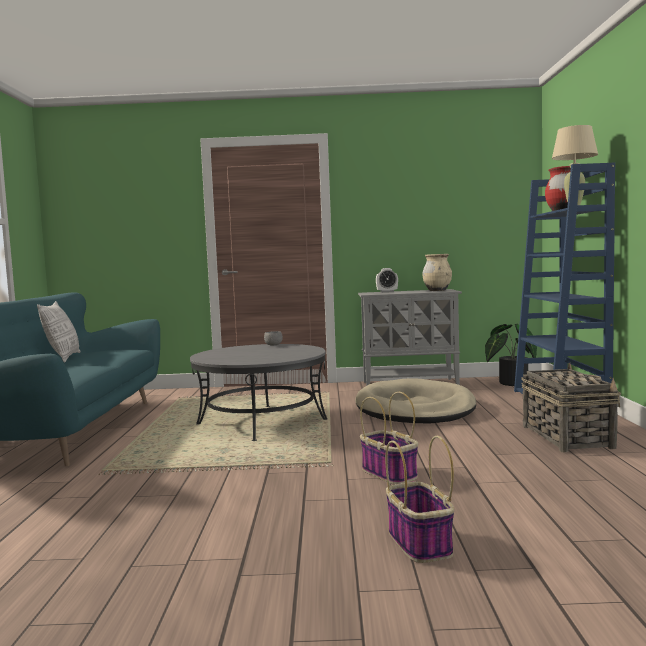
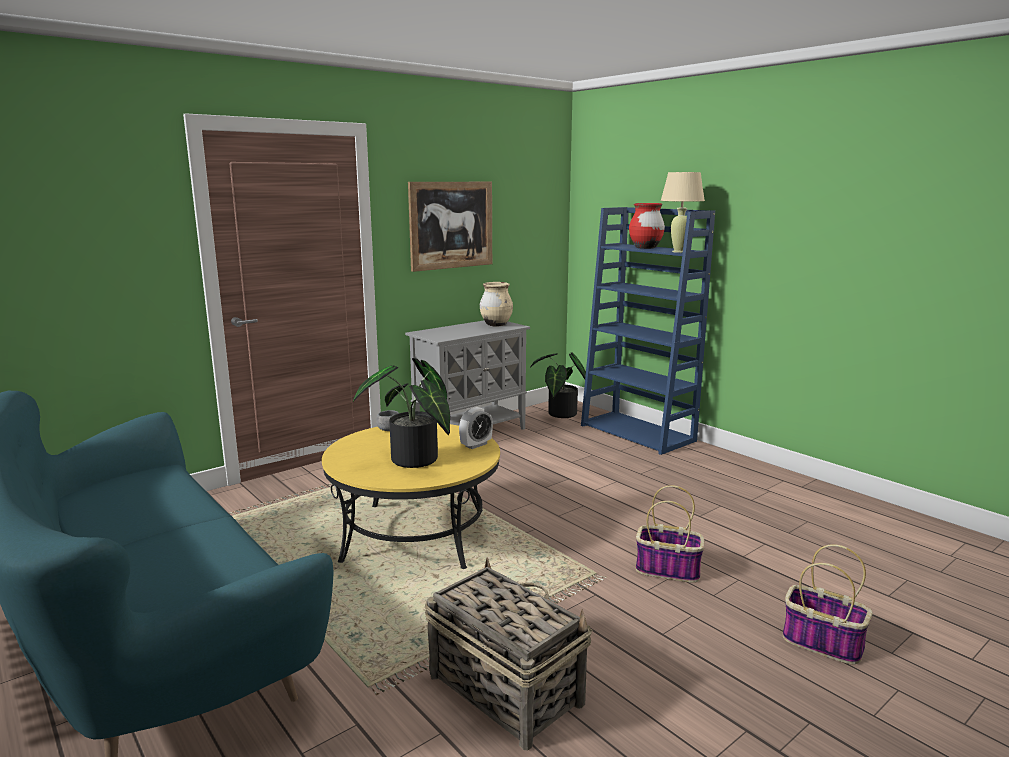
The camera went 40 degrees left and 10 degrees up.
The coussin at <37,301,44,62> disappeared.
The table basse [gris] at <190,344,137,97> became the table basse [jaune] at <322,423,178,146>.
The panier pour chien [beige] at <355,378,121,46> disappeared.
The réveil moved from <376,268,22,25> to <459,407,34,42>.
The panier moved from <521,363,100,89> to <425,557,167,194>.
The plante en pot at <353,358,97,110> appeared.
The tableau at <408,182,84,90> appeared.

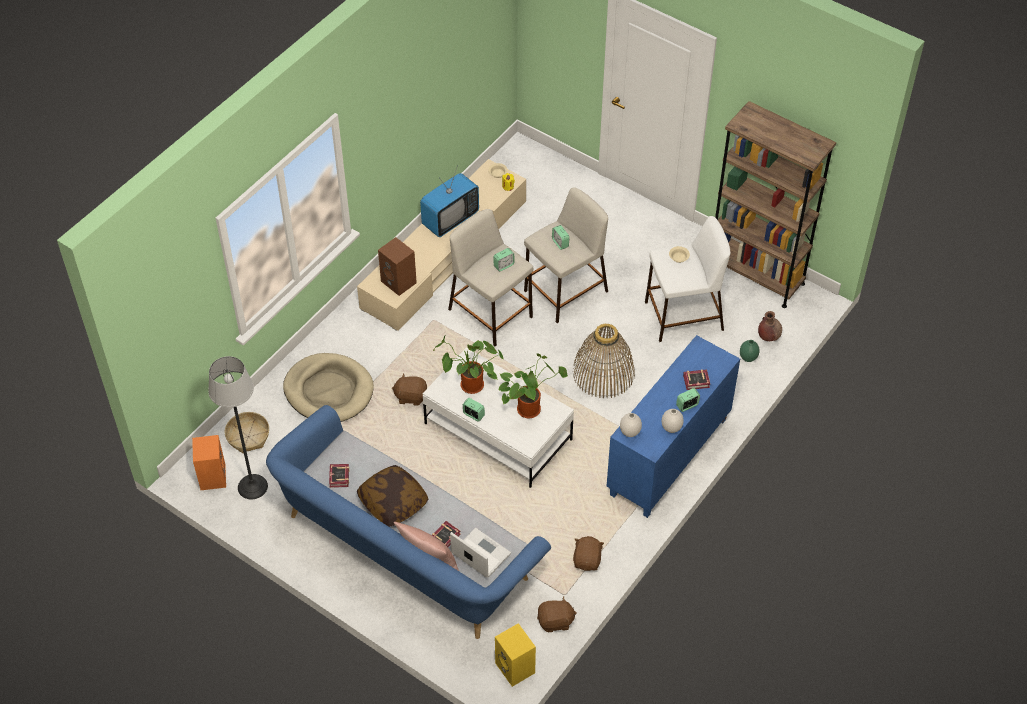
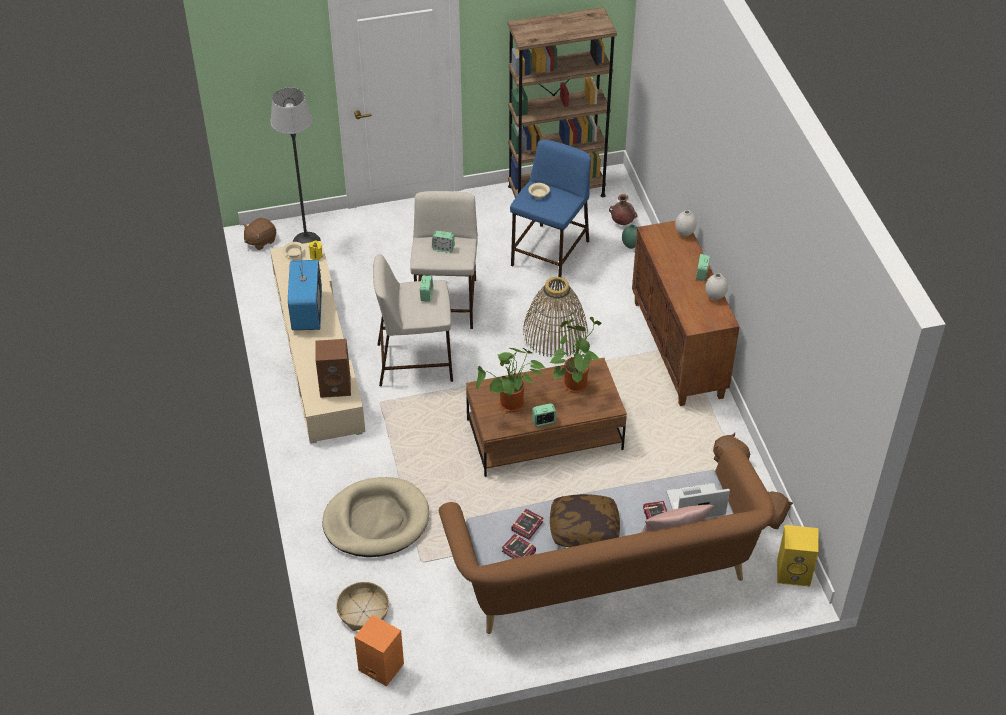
The camera went 50 degrees left and 5 degrees down.
The lampadaire moved from <208,356,60,143> to <270,87,51,157>.
The canapé [bleu] at <266,405,285,234> became the canapé [marron] at <439,446,335,188>.
The peluche [marron] moved from <392,373,35,33> to <243,218,33,32>.
The table basse [blanc] at <423,348,151,140> became the table basse [marron] at <466,358,161,119>.
The meuble de rangement [bleu] at <607,335,133,183> became the meuble de rangement [marron] at <632,221,107,185>.
The vase [blanc] moved from <620,413,22,24> to <675,210,22,27>.
The tabouret [blanc] at <645,216,85,126> became the tabouret [bleu] at <510,139,81,144>.
The livre moved from <683,369,27,21> to <511,509,33,31>.

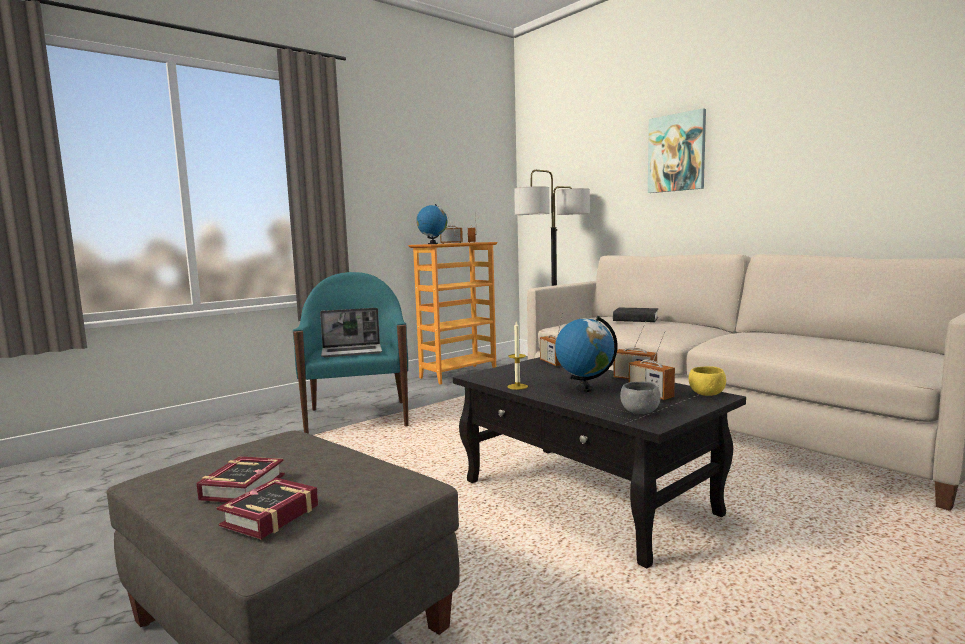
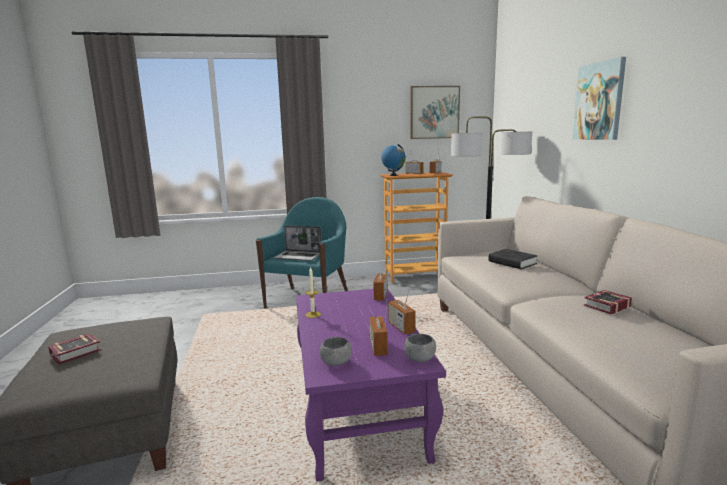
The camera went 30 degrees right and 5 degrees up.
The livre moved from <217,478,101,61> to <584,290,48,24>.
The table basse [noir] at <453,357,293,211> became the table basse [violet] at <296,288,150,194>.
The globe at <555,316,62,76> disappeared.
The bol [jaune] at <689,366,37,30> became the bol [gris] at <404,334,32,28>.
The tableau at <410,86,50,53> appeared.

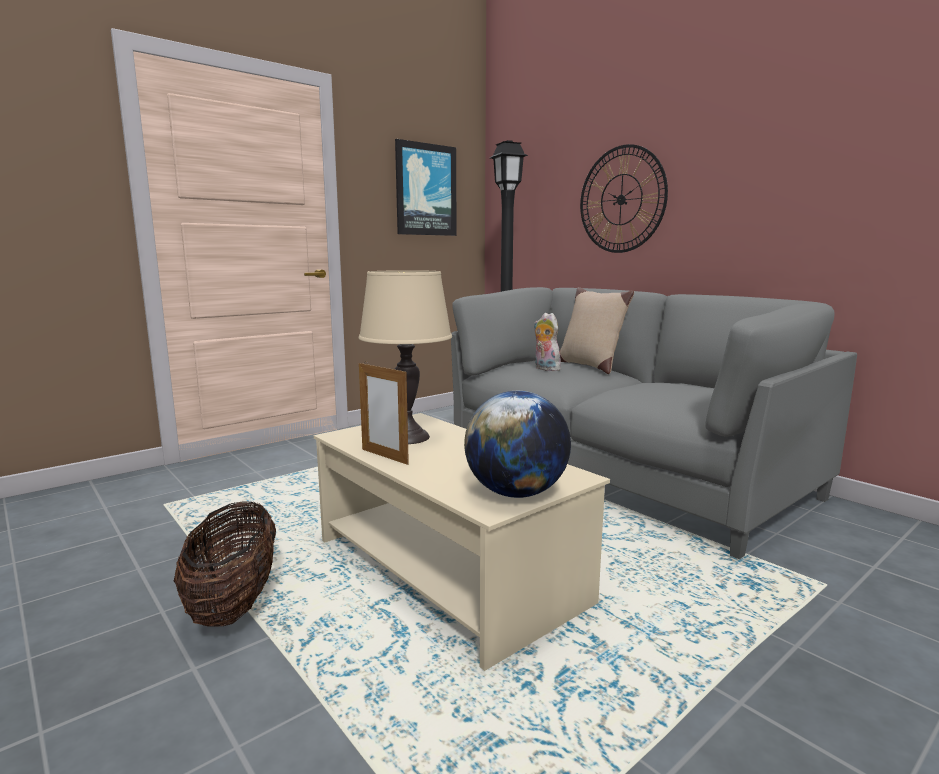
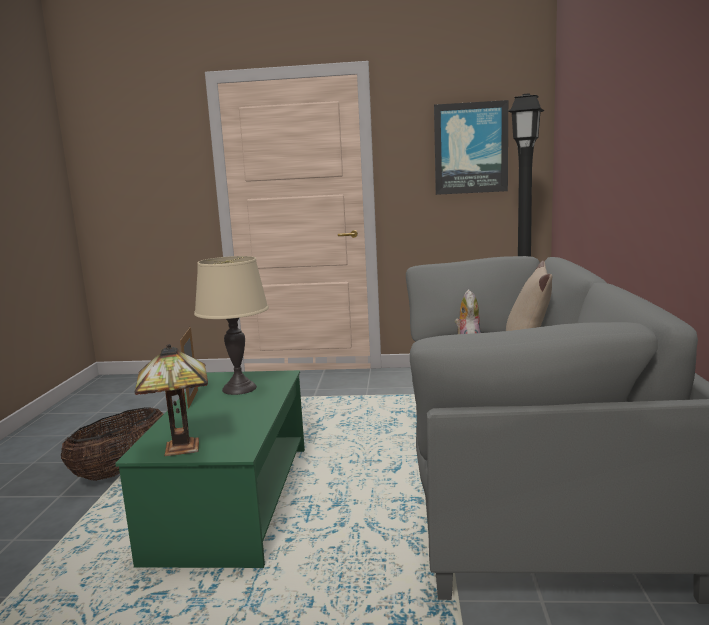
The camera went 45 degrees right and 0 degrees up.
The table basse [beige] at <314,413,296,258> became the table basse [vert] at <115,370,190,198>.
The globe at <464,391,107,107> was replaced by the lampe de table at <135,344,73,112>.
The horloge murale at <580,144,88,109> disappeared.

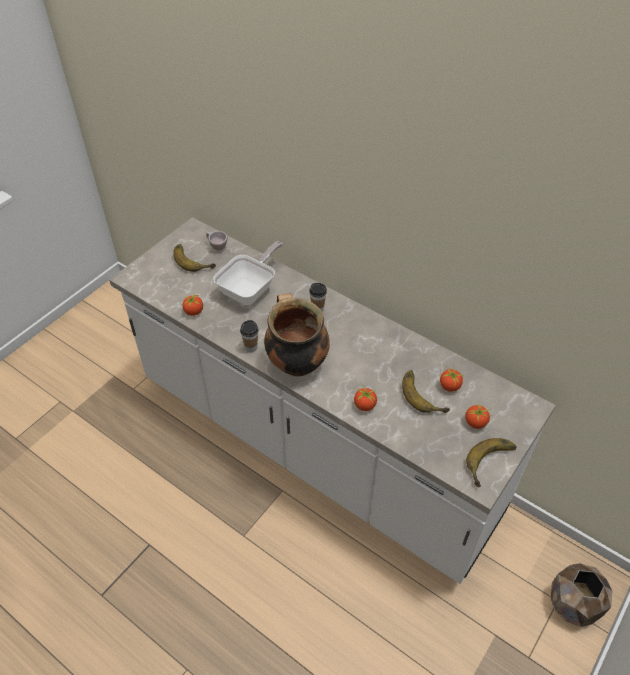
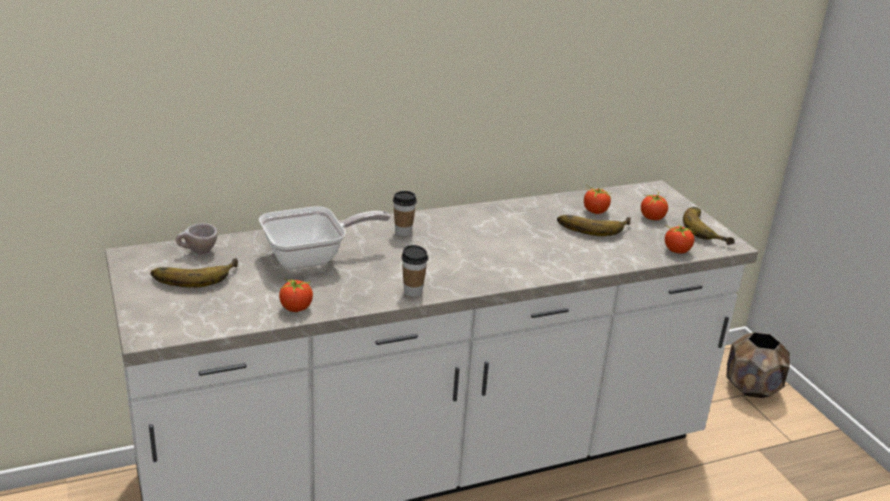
The camera went 60 degrees left and 20 degrees down.
The poêle at <213,241,70,64> turned 90 degrees clockwise.
The marmite at <264,293,66,84> disappeared.
The tomate moved from <354,384,23,27> to <665,224,31,30>.

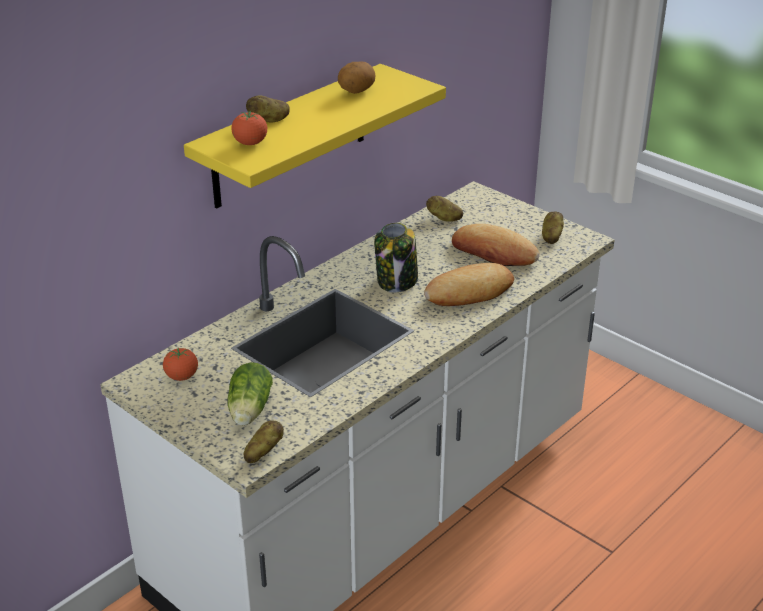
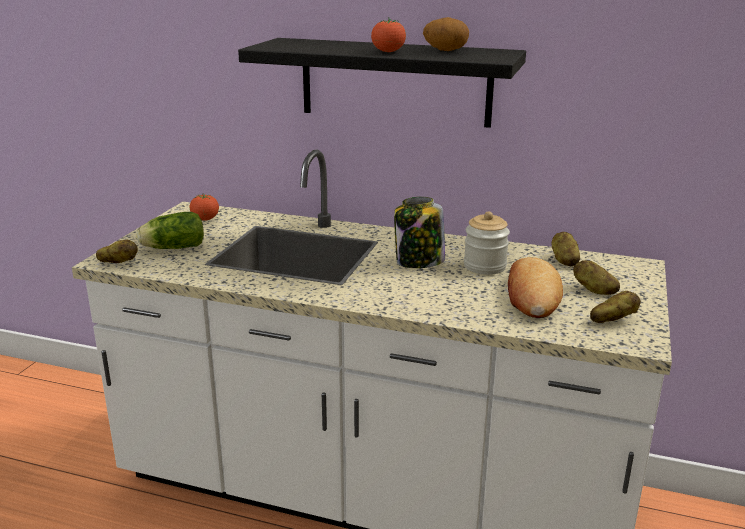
The camera went 65 degrees right and 10 degrees down.
The étagère [jaune] at <184,64,262,145> became the étagère [noir] at <238,38,288,90>.
The tomate moved from <231,111,36,34> to <371,19,35,33>.
The pomme de terre moved from <246,95,44,27> to <573,260,47,35>.
The pain at <424,263,90,43> disappeared.
The bocal at <464,211,46,64> appeared.

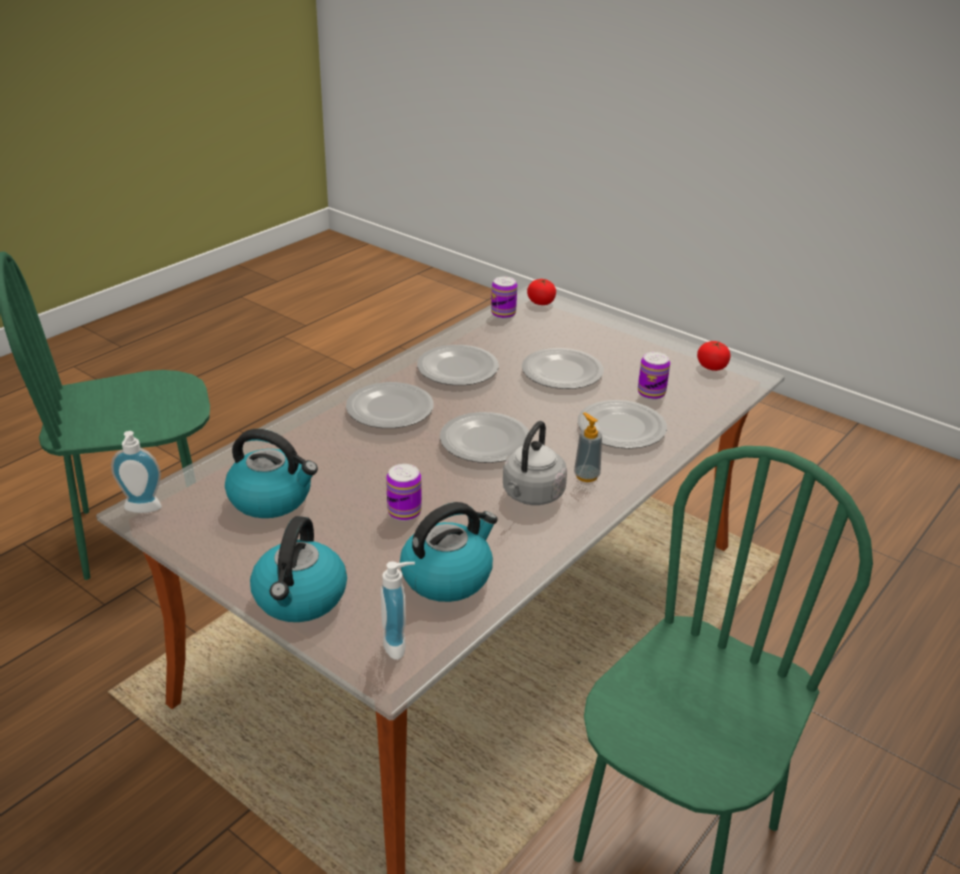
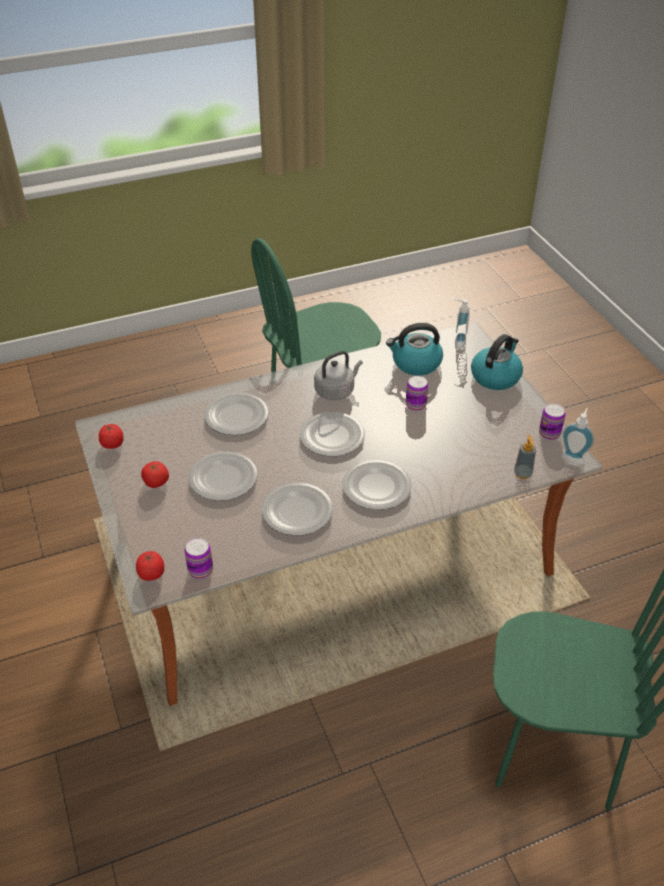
The camera went 150 degrees left and 10 degrees up.
The bouilloire at <225,429,93,89> disappeared.
The distributeur de savon moved from <574,412,28,70> to <514,435,22,44>.
The boîte métallique moved from <638,352,32,48> to <539,404,27,36>.
The tomate at <141,461,28,27> appeared.

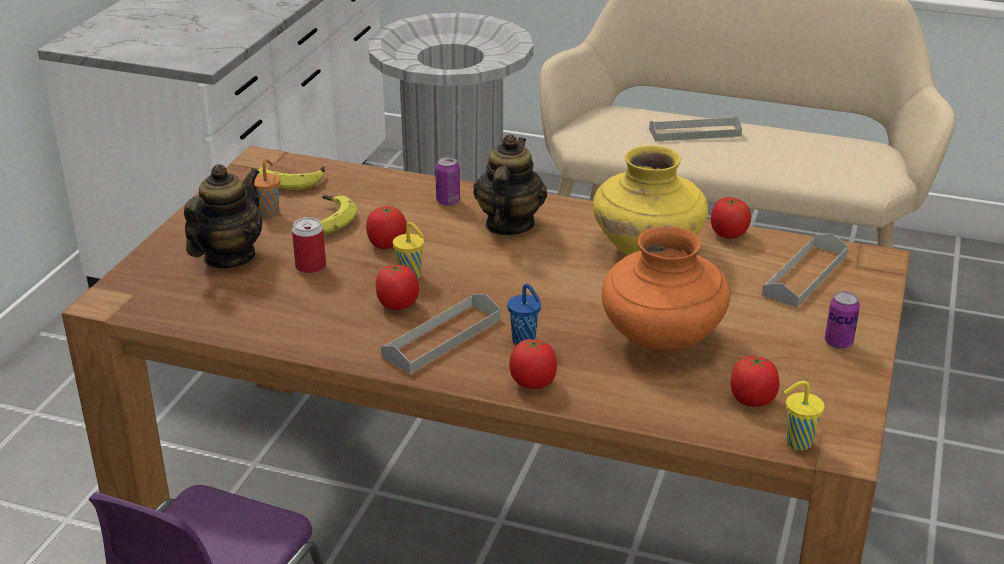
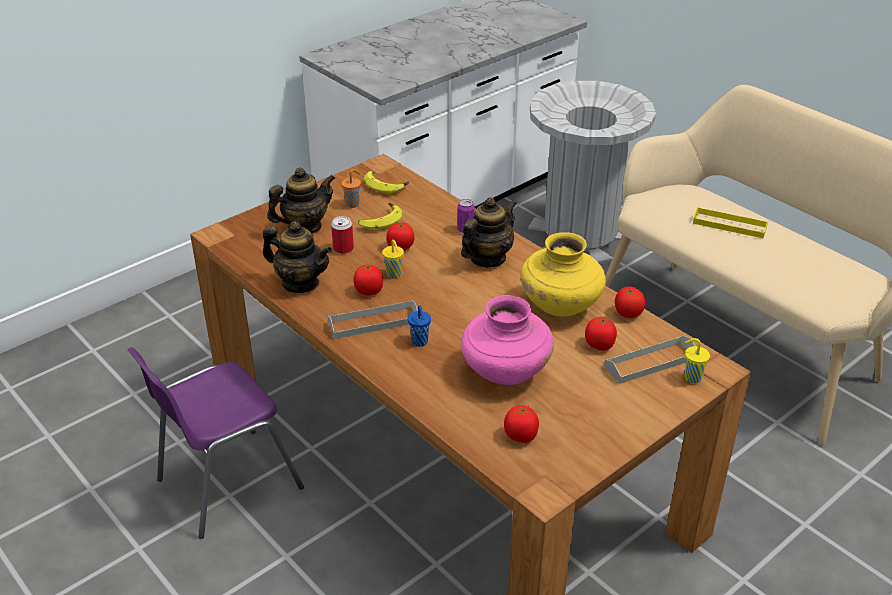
The camera went 30 degrees right and 5 degrees up.
The tomate moved from <509,337,48,52> to <585,317,32,34>.
The vase [orange] at <601,227,130,126> became the vase [rose] at <461,295,93,90>.
The plateau [gris] at <649,116,93,25> became the plateau [jaune] at <693,207,75,31>.
The tasse [jaune] moved from <784,381,41,69> to <685,338,25,46>.
The boîte métallique at <825,291,35,58> disappeared.
The théière at <263,221,69,72> appeared.

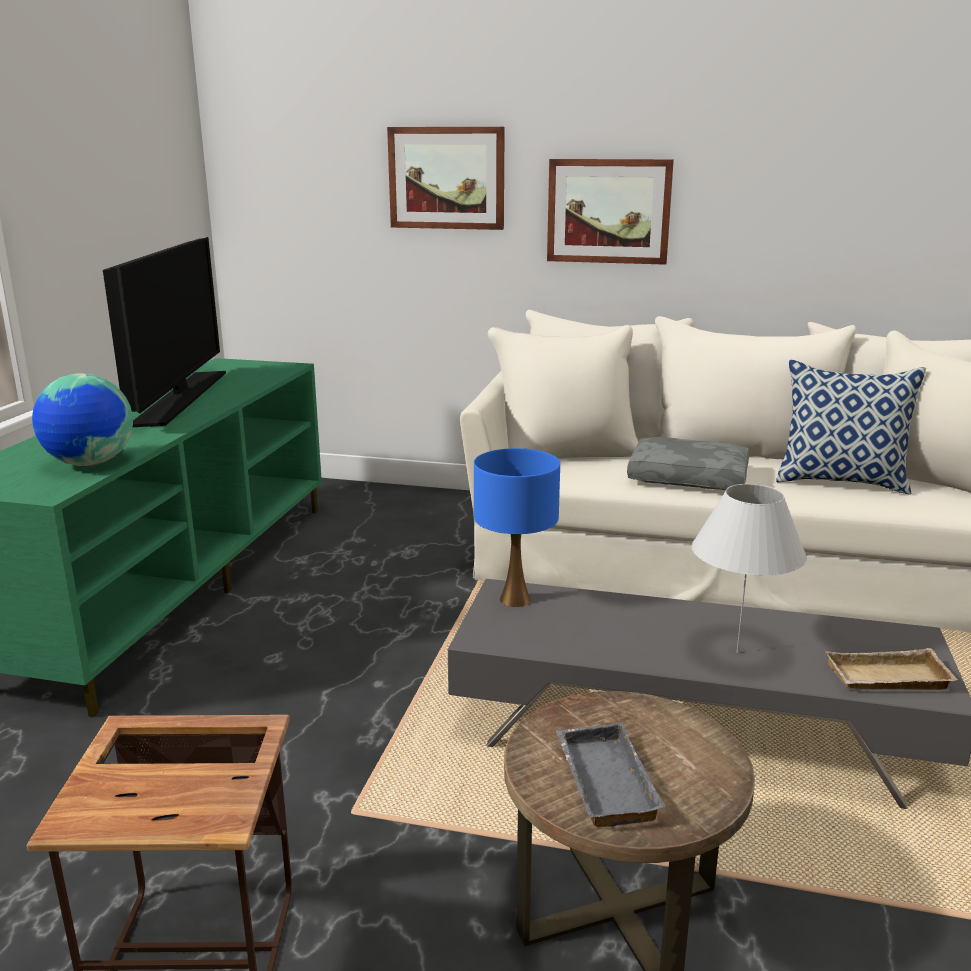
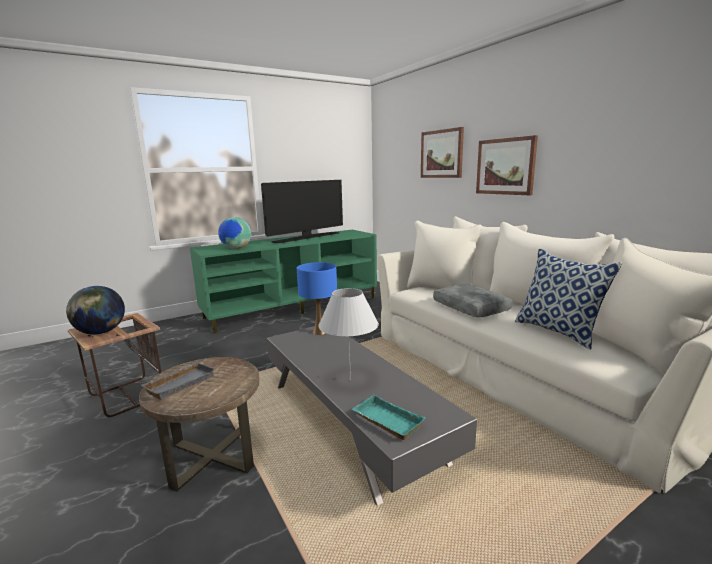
The camera went 45 degrees right and 5 degrees down.
The plateau [beige] at <825,648,133,42> became the plateau [turquoise] at <352,394,74,46>.
The globe at <66,286,59,49> appeared.

